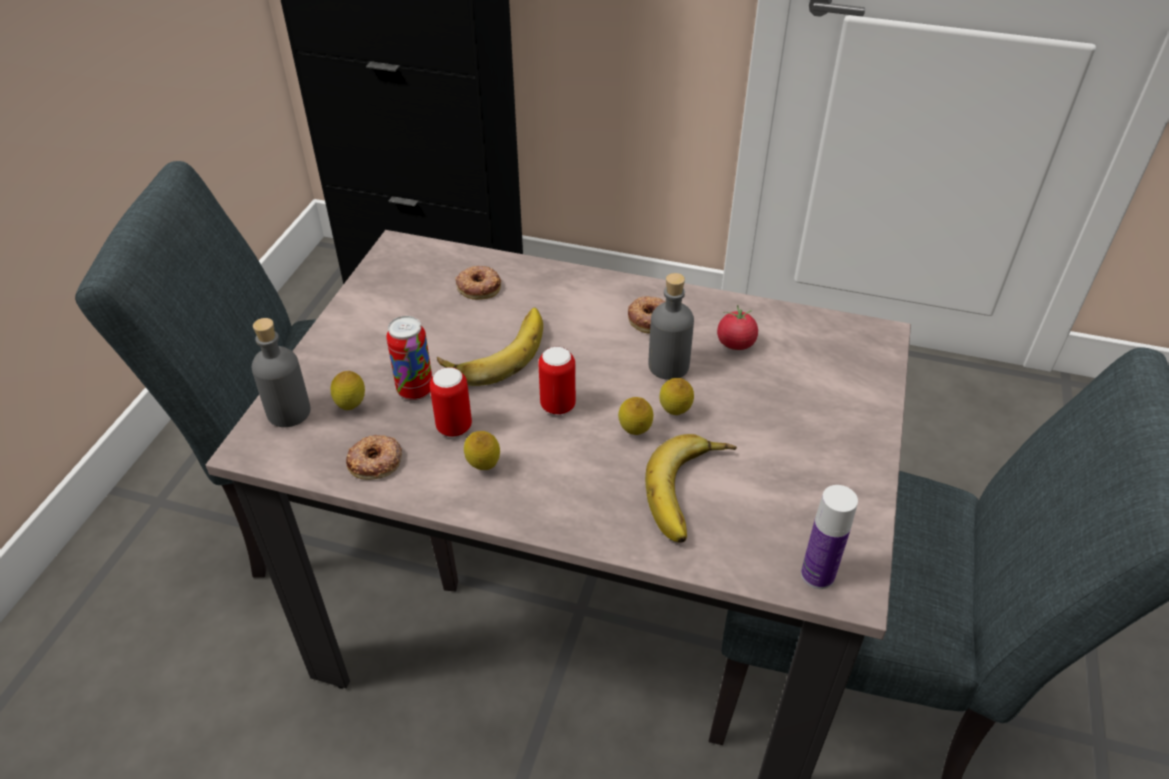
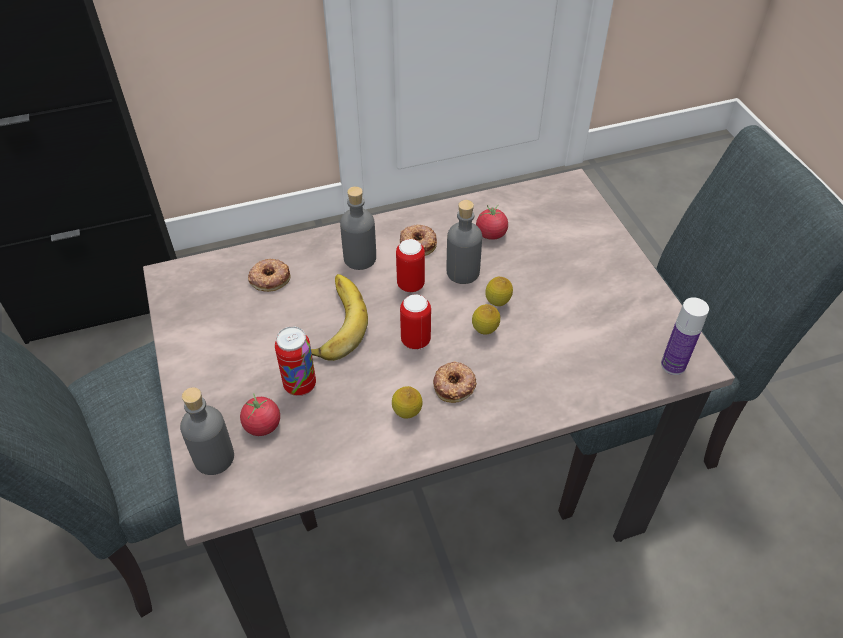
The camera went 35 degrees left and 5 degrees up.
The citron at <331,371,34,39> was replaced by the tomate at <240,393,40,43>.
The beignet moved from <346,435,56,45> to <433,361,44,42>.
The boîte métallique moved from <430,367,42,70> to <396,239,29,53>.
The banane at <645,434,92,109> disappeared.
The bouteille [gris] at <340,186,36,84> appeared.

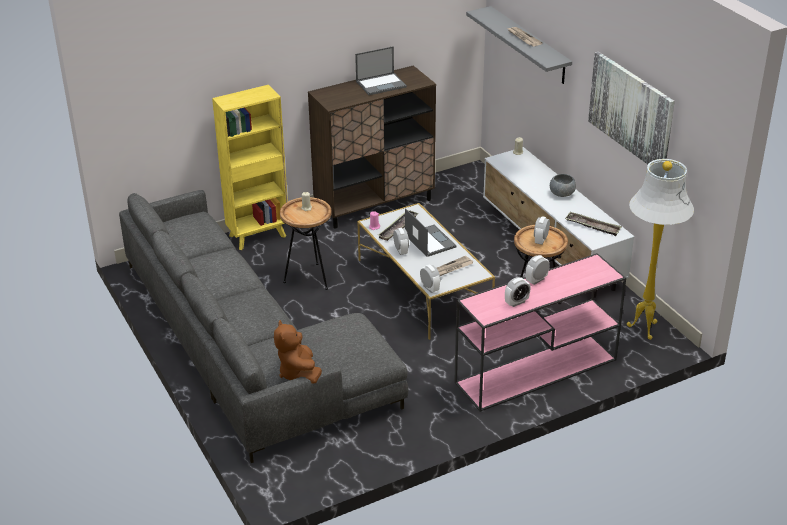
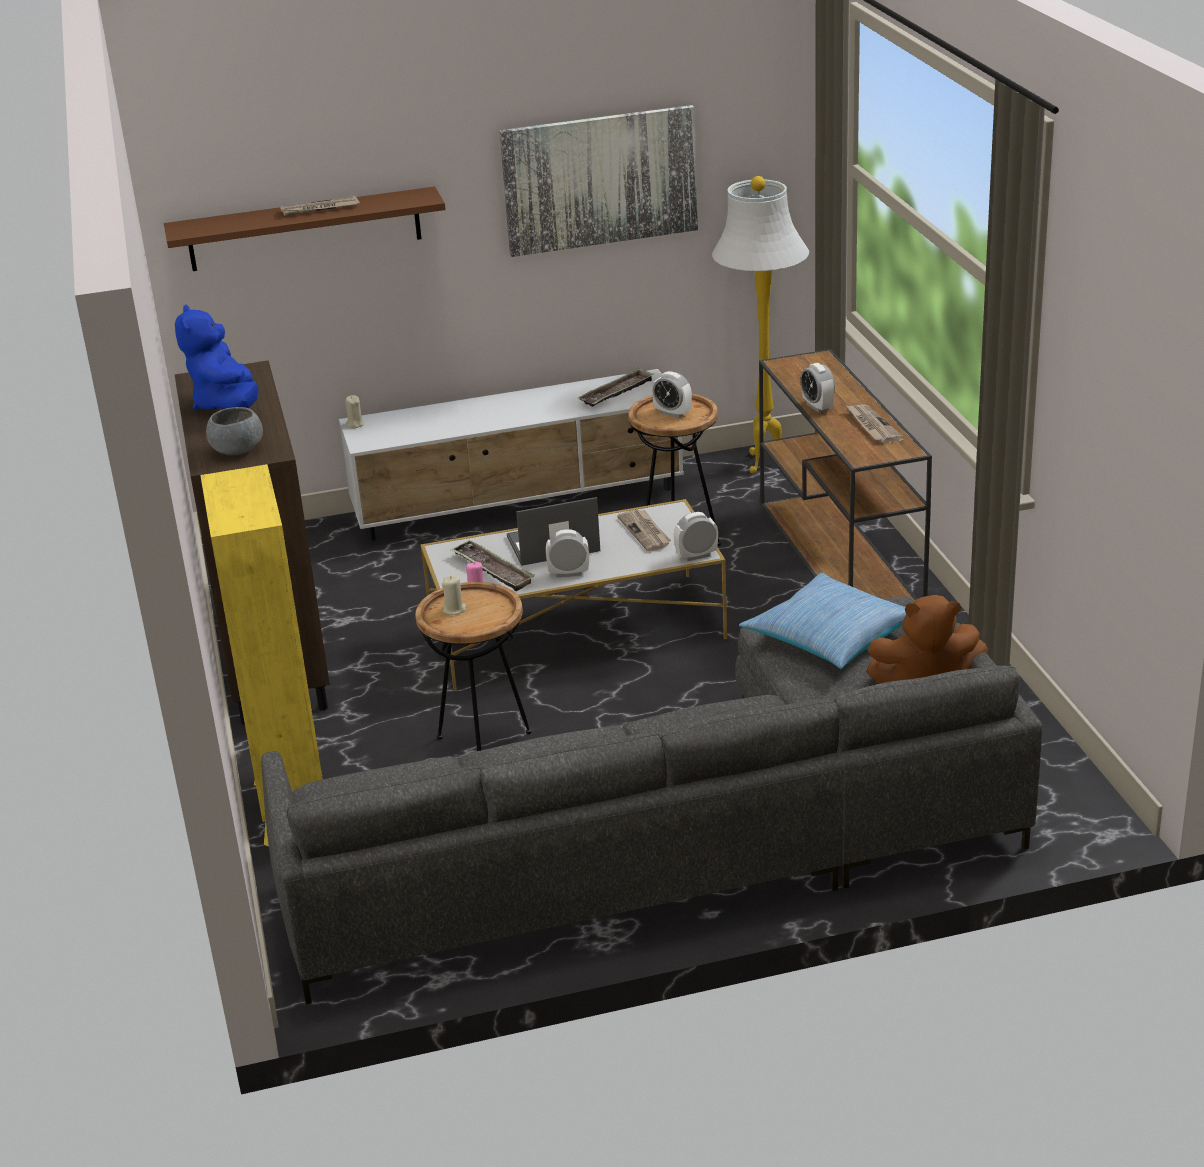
The camera went 75 degrees left and 5 degrees down.
The ordinateur portable at <355,46,52,49> was replaced by the peluche [bleu] at <175,304,83,107>.
The table console [rose] at <454,253,172,159> became the table console [marron] at <759,349,173,252>.
The étagère [gris] at <466,6,106,78> became the étagère [marron] at <164,186,282,85>.
The réveil at <505,277,25,30> was replaced by the journal at <847,404,57,39>.
The bol [gris] moved from <550,174,26,23> to <206,407,57,48>.
The coussin at <739,573,167,96> appeared.

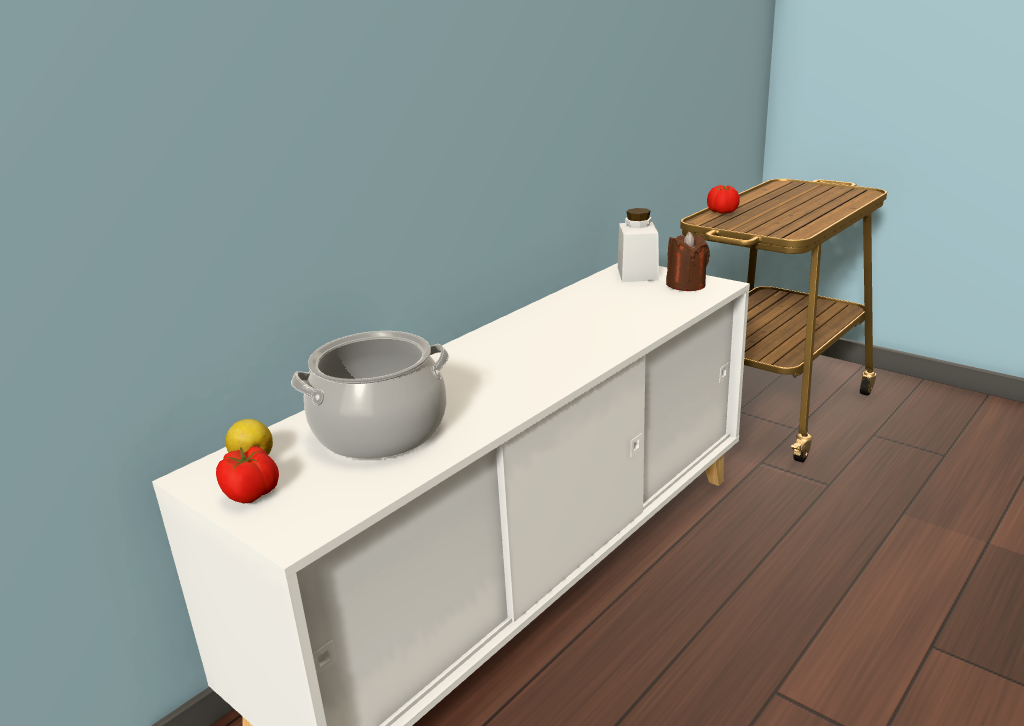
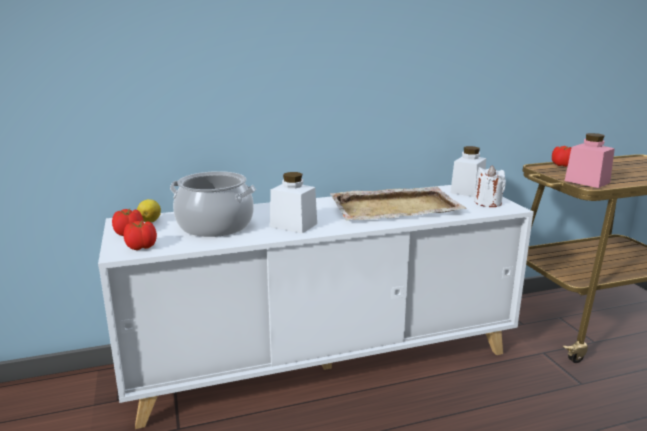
The camera went 30 degrees right and 5 degrees down.
The bougie [marron] at <666,232,44,59> became the bougie [blanc] at <474,166,32,41>.
The tomate at <123,220,34,30> appeared.
The bocal [blanc] at <270,172,47,62> appeared.
The plateau [beige] at <330,187,137,34> appeared.
The bocal [rose] at <565,133,50,55> appeared.

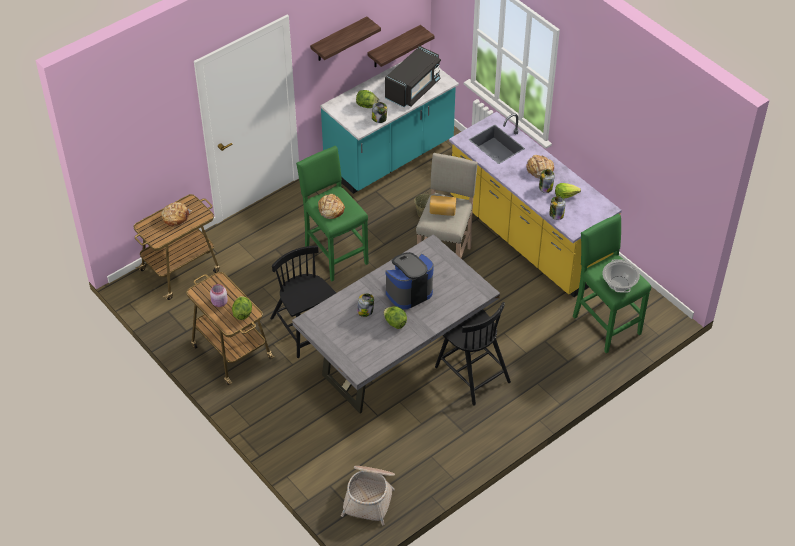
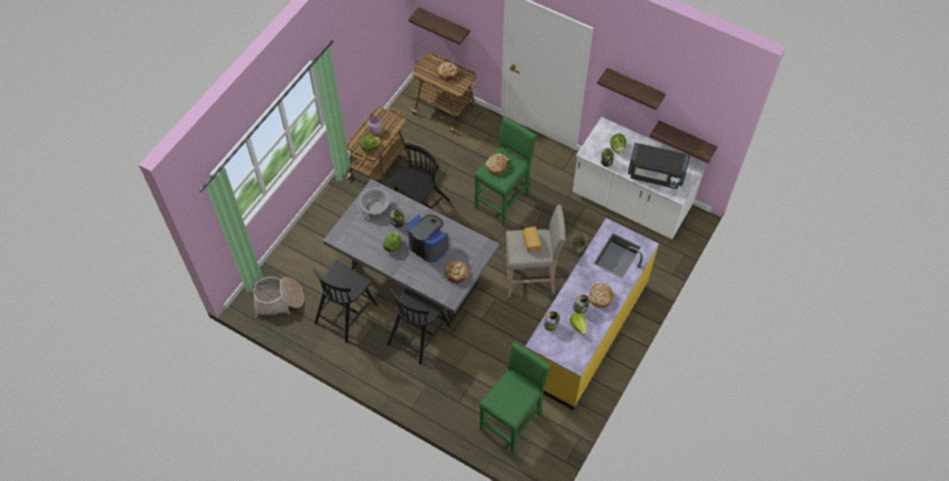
The camera went 70 degrees right and 10 degrees up.
The comptoir de cuisine [turquoise] at <320,61,139,133> became the comptoir de cuisine [blanc] at <573,117,133,122>.
The marmite moved from <602,260,38,32> to <356,188,37,27>.
The chaise [noir] at <312,261,65,82> appeared.
The étagère at <408,7,62,38> appeared.
The pain at <444,260,25,27> appeared.

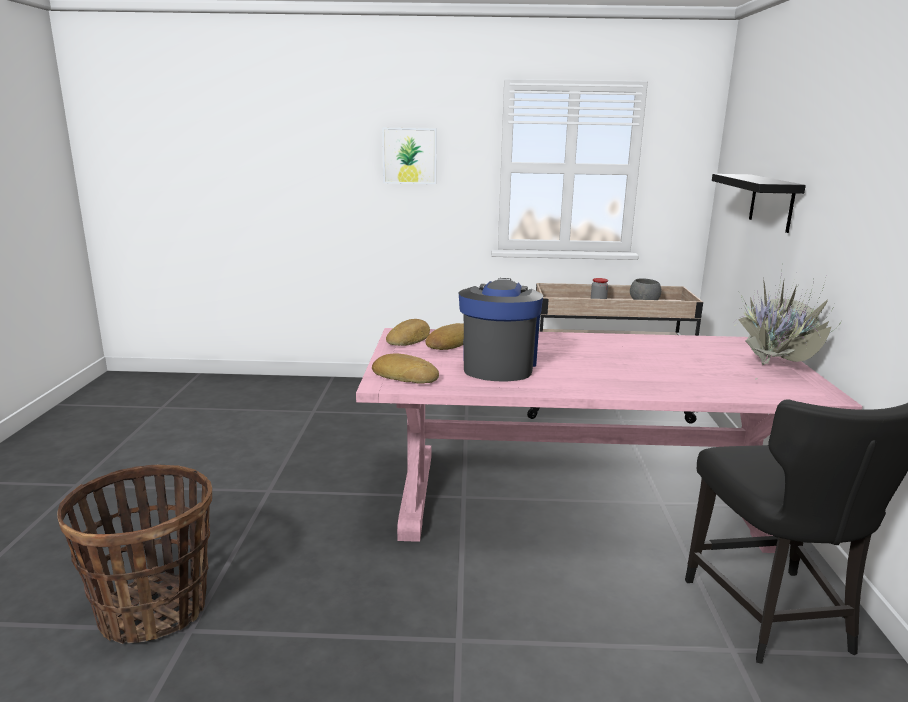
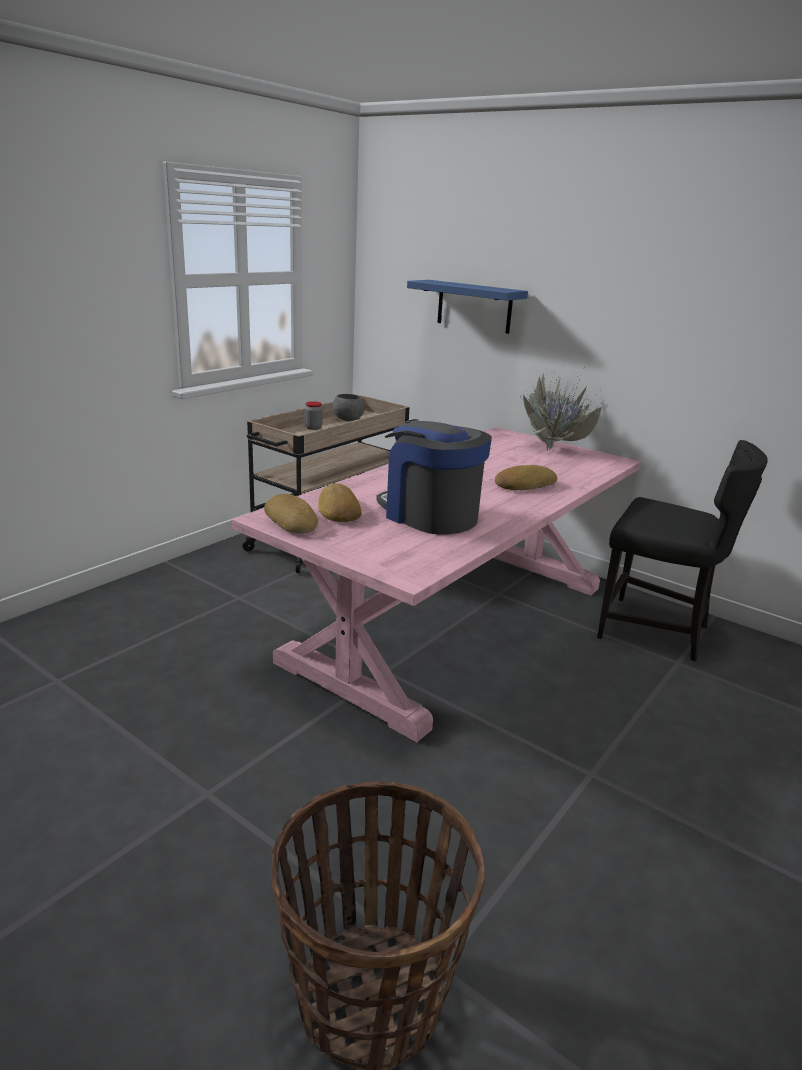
The camera went 55 degrees left and 5 degrees up.
The pain moved from <372,354,67,30> to <495,465,62,25>.
The tableau at <382,128,55,56> disappeared.
The étagère [noir] at <712,174,94,59> became the étagère [bleu] at <407,280,121,54>.

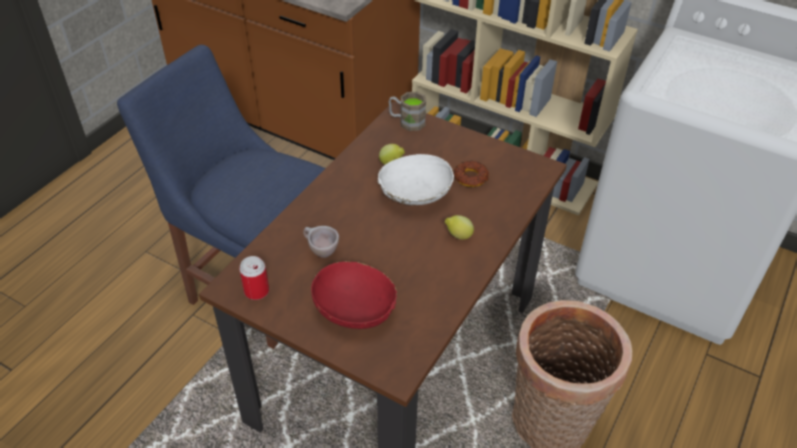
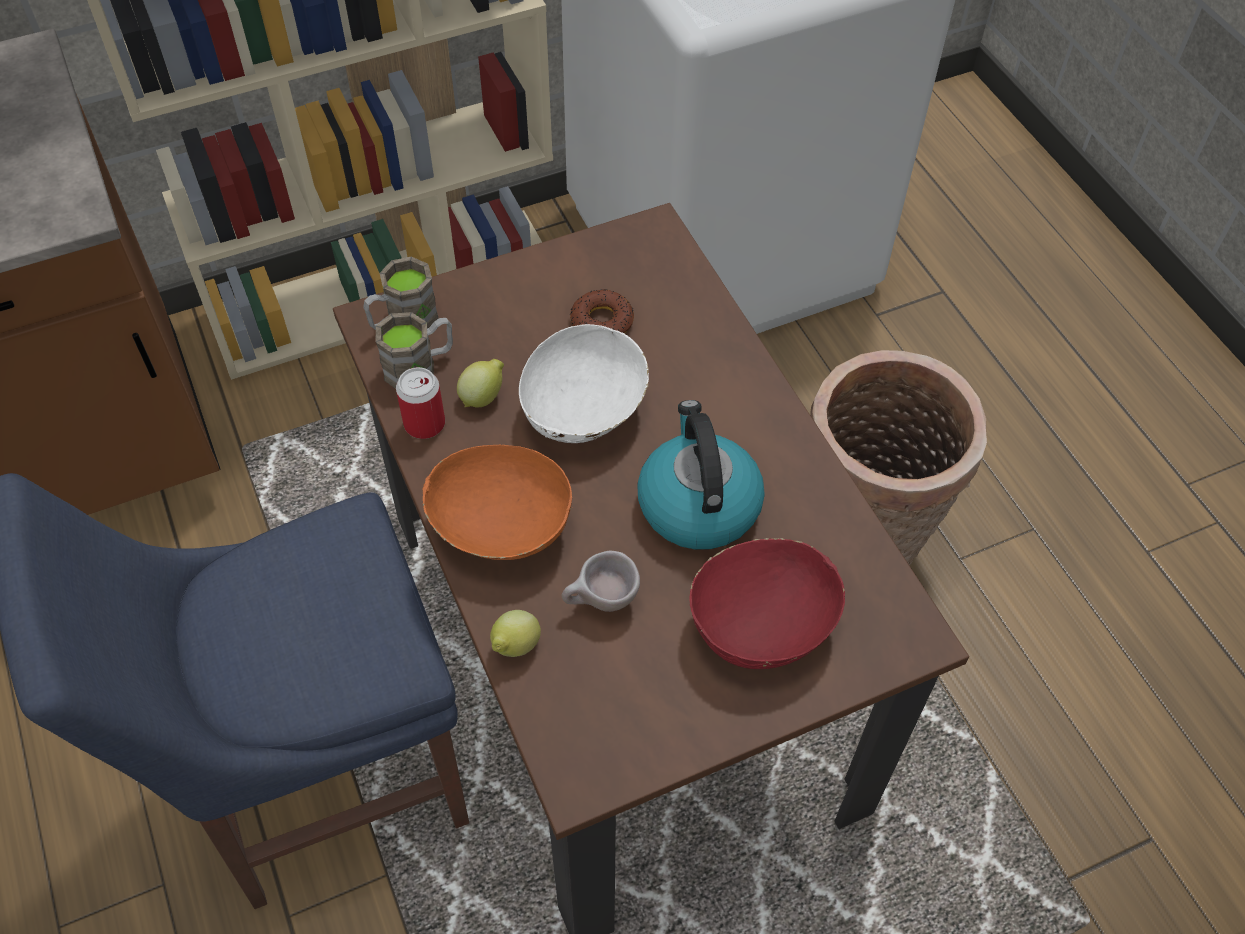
The camera went 55 degrees left and 10 degrees up.
The boîte métallique moved from <239,256,30,44> to <396,367,49,72>.
The citron moved from <445,215,29,25> to <490,610,51,47>.
The mug [marron] at <376,312,77,77> appeared.
The bol [orange] at <422,445,150,115> appeared.
The bouilloire at <637,400,128,150> appeared.

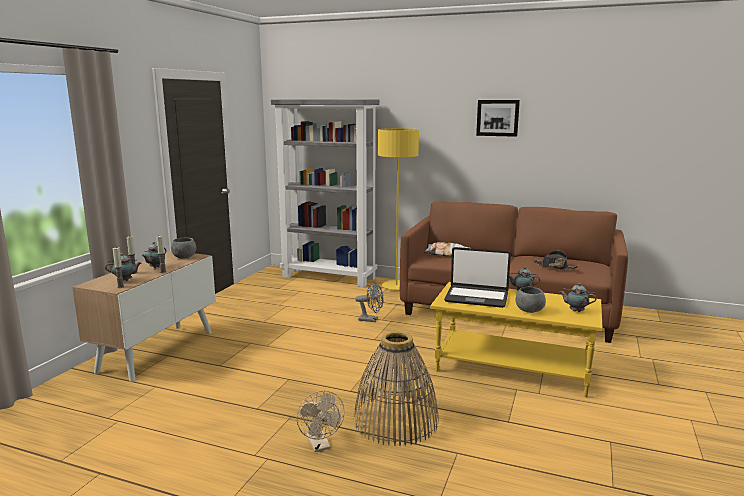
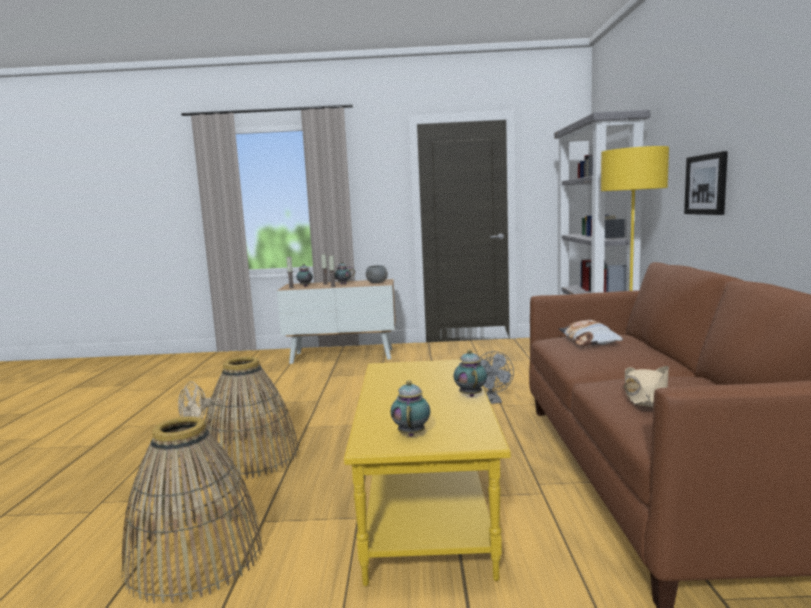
The camera went 70 degrees right and 5 degrees down.
The ordinateur portable at <444,247,67,61> disappeared.
The tableau moved from <476,100,44,37> to <684,151,44,64>.
The bol [gris] at <516,287,30,26> disappeared.
The chapeau [noir] at <533,250,46,20> became the chapeau [beige] at <624,366,45,41>.
The panier at <122,416,140,188> appeared.

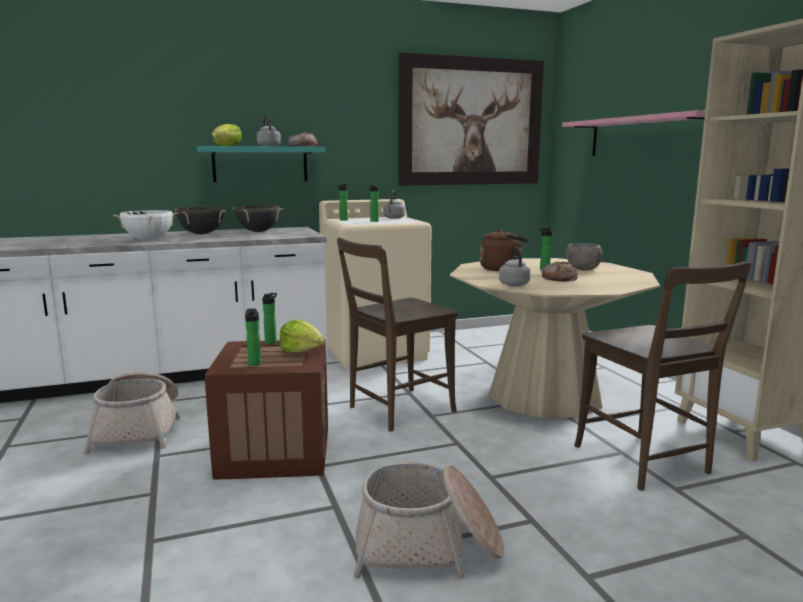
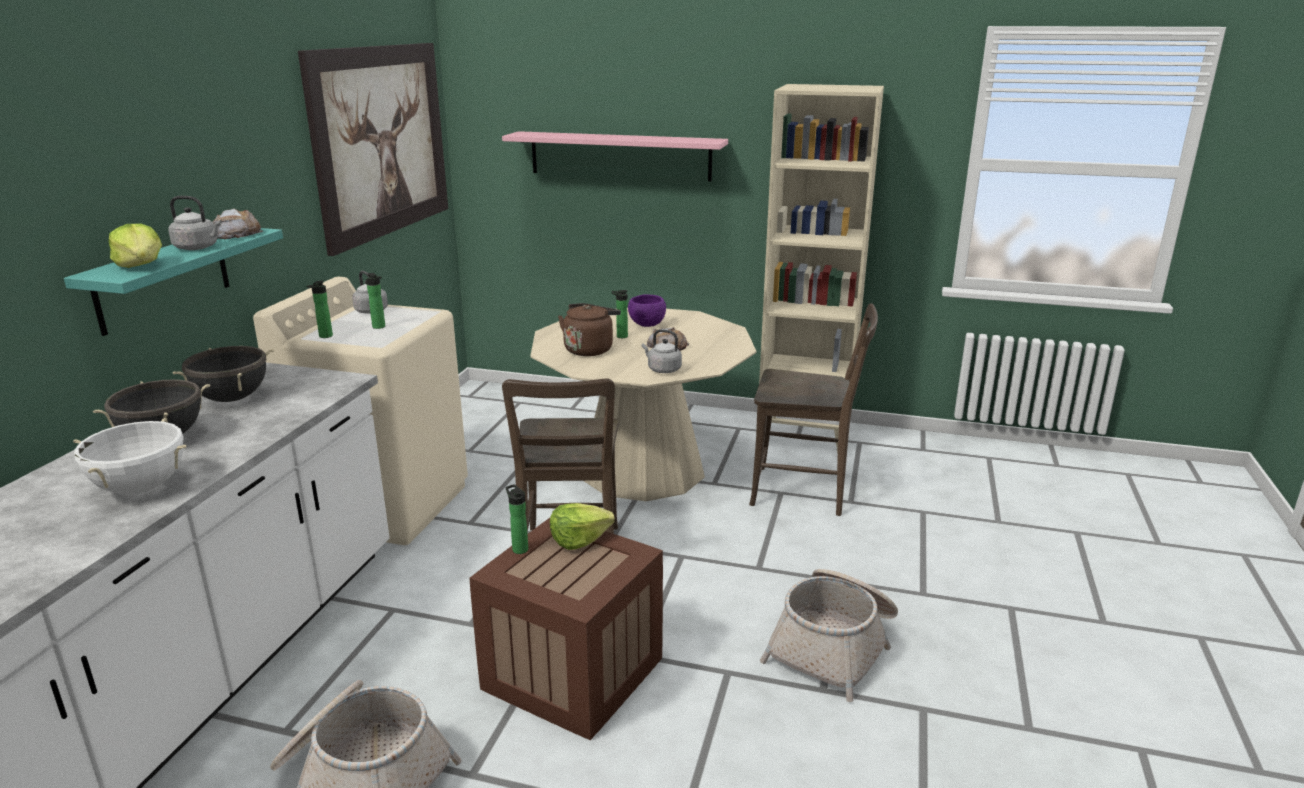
The camera went 55 degrees left and 10 degrees up.
The bouteille at <245,308,16,58> disappeared.
The bol [gris] at <566,243,37,27> became the bol [violet] at <628,294,38,33>.

